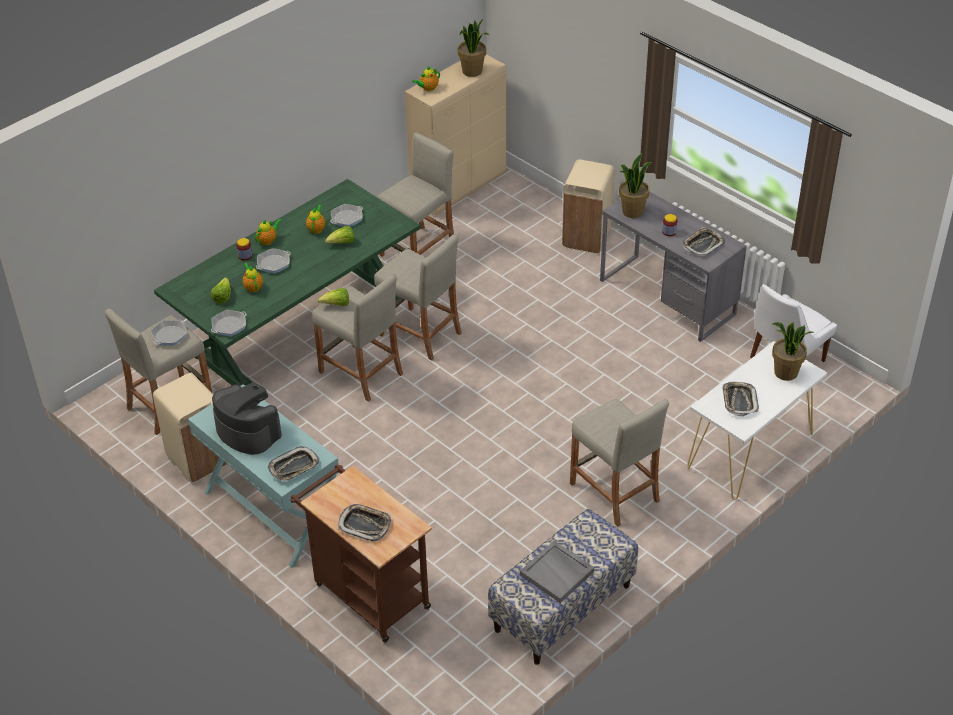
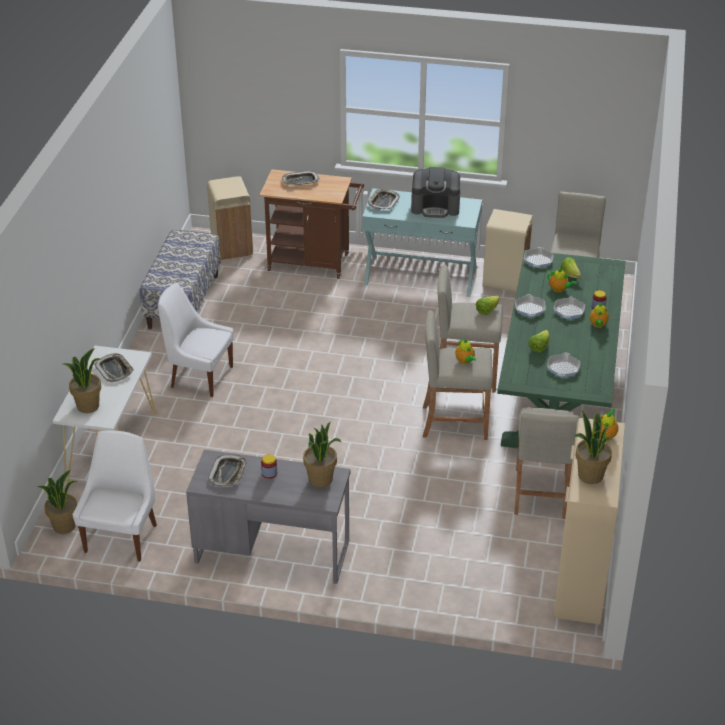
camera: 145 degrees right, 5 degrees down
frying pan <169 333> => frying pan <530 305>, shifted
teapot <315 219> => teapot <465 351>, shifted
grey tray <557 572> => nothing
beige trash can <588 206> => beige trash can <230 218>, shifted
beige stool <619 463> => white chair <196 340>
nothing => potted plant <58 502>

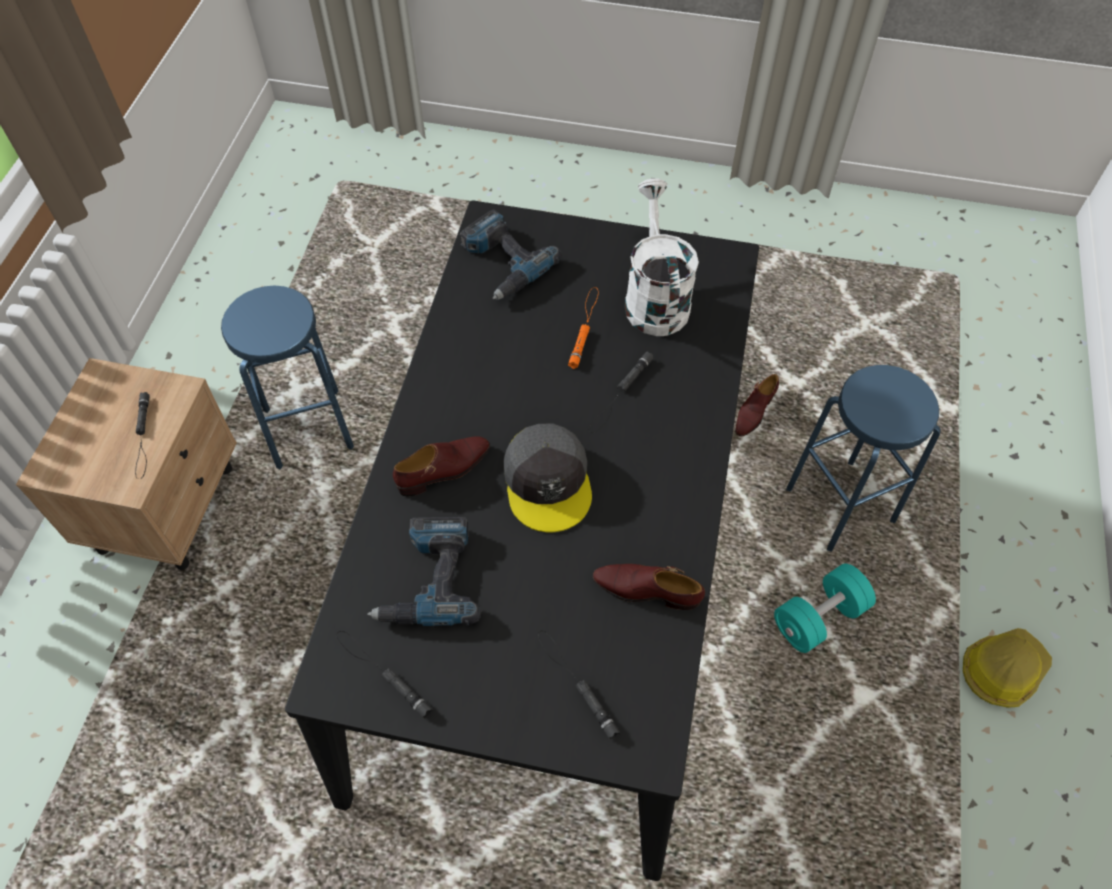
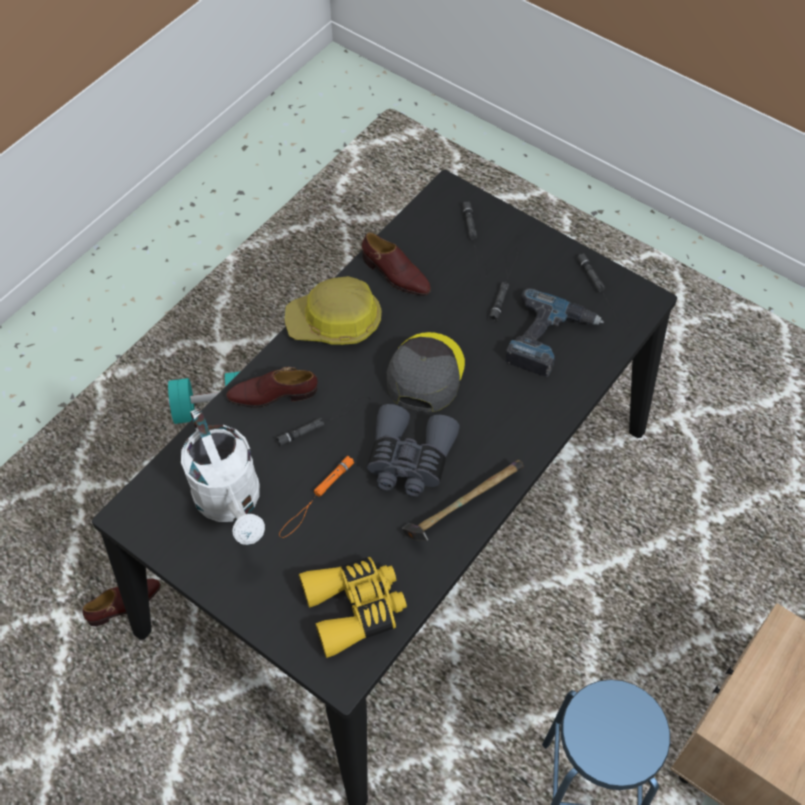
camera: 155 degrees left, 0 degrees up
black flashlight <142 435> => black flashlight <503 285>, shifted
brown shoe <441 466> => brown shoe <272 387>, shifted
power drill <511 255> => yellow binoculars <353 607>
white watering can <662 257> => white watering can <223 476>, 45 degrees counterclockwise
blue stool <863 458> => nothing
hard hat <1007 668> => hard hat <333 310>, shifted
nothing => grey binoculars <413 450>
nothing => hammer <463 500>

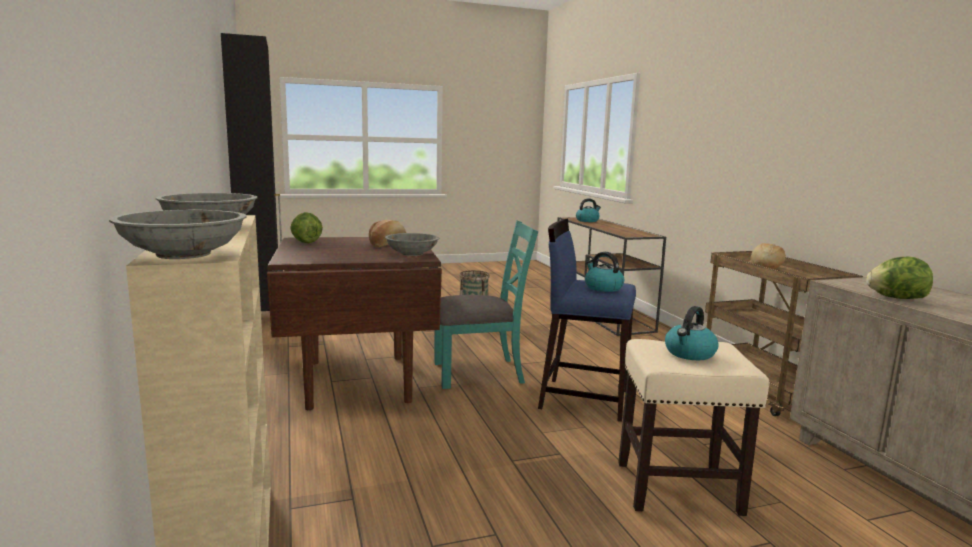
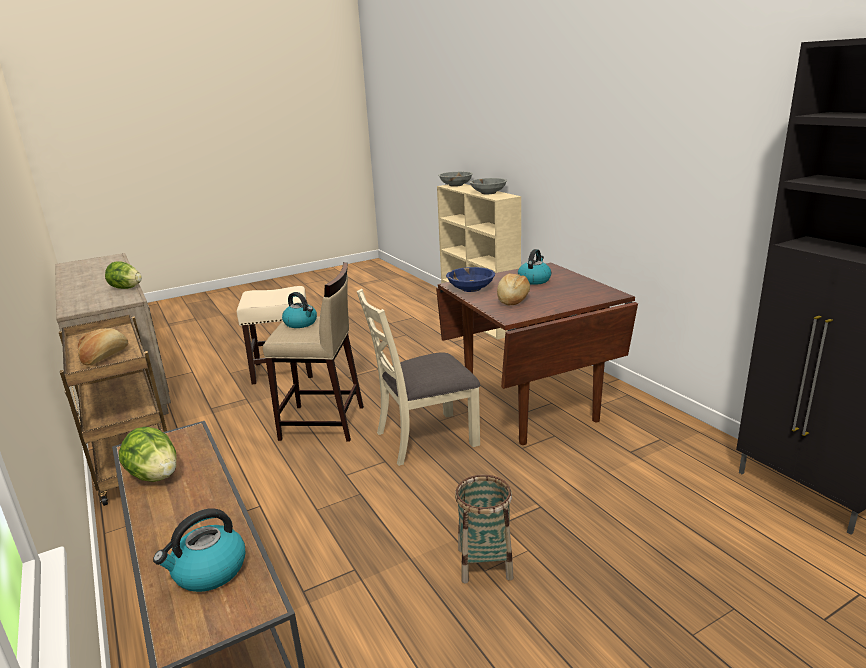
camera: 170 degrees right, 10 degrees up
lettuce <306 227> => lettuce <147 454>, shifted
grey bowl <412 244> => blue bowl <470 279>
turquoise chair <486 304> => beige chair <418 377>
blue stool <587 320> => beige stool <313 351>
kettle <692 333> => kettle <534 267>, shifted

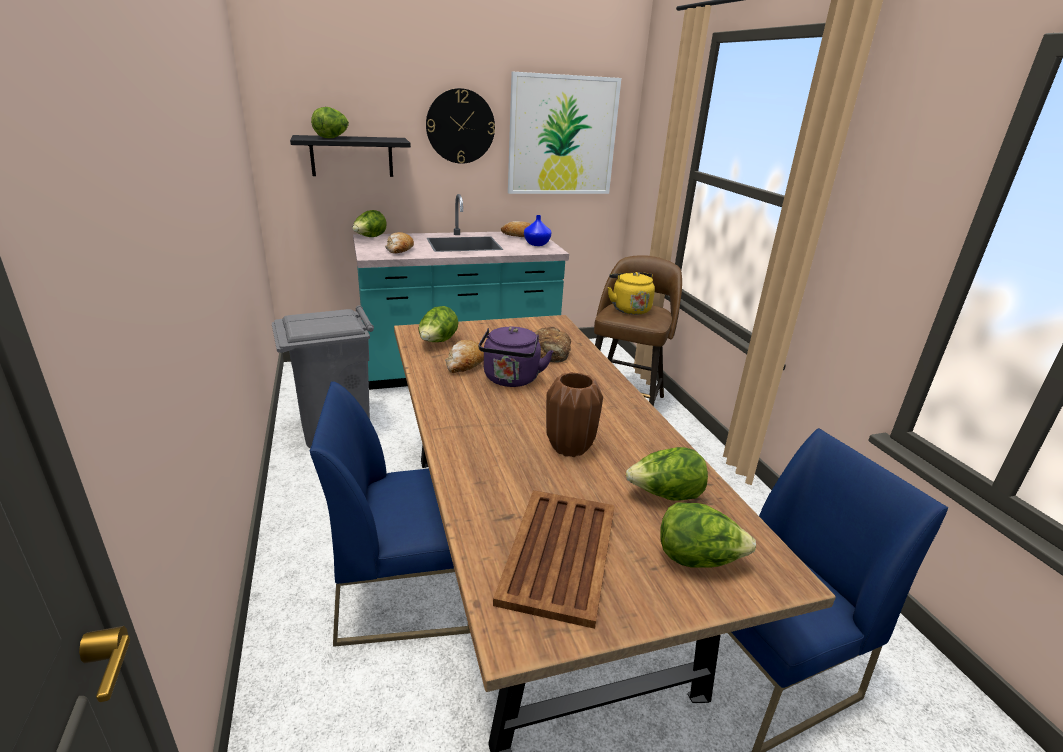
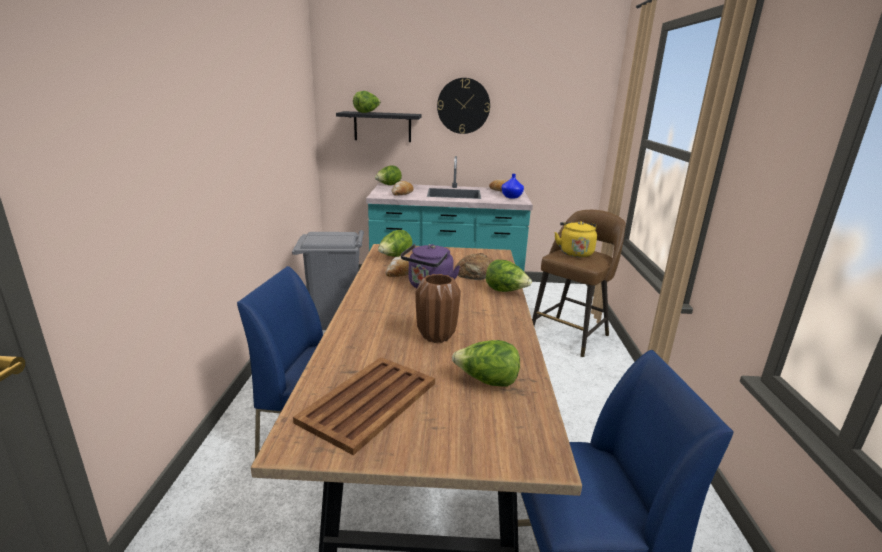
camera: 20 degrees right, 5 degrees down
picture <564 133> => nothing
lettuce <708 535> => lettuce <509 276>, shifted

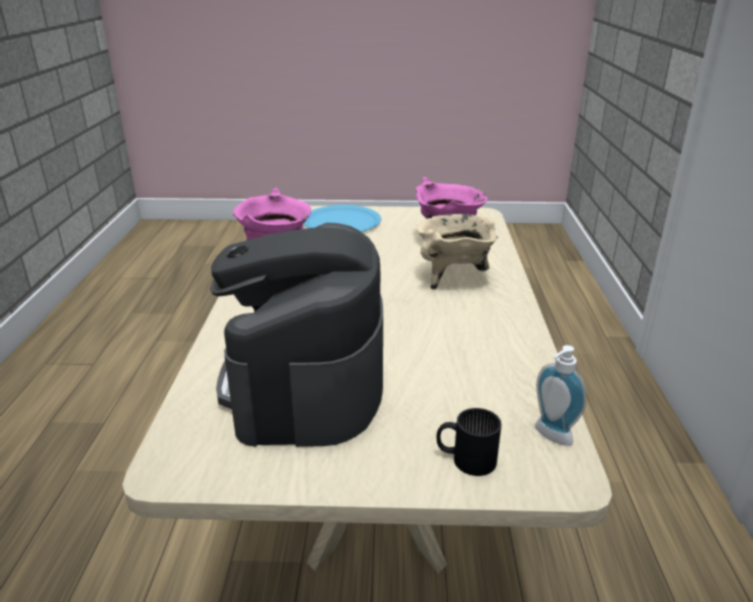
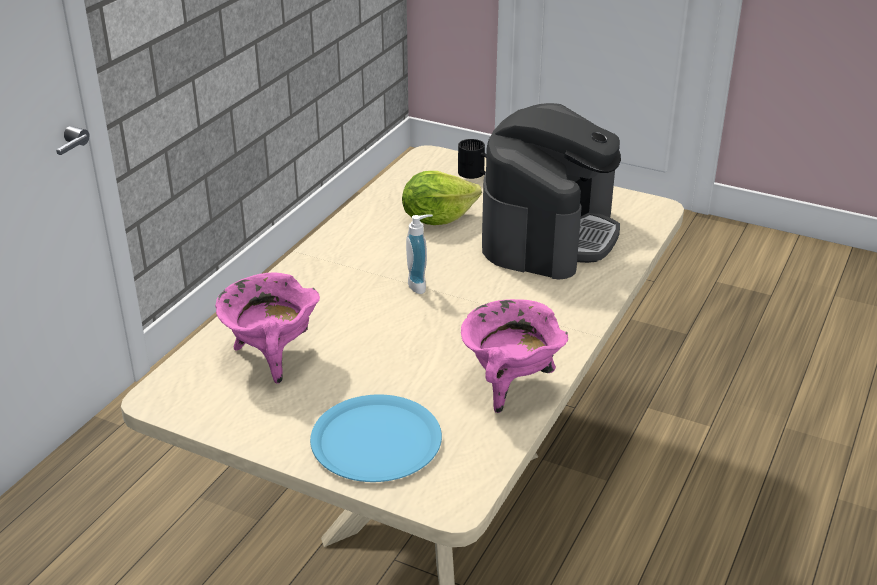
camera: 155 degrees left, 5 degrees up
beige cooking pot <457 252> => nothing
soap dispenser <561 395> => soap dispenser <419 254>, shifted
nothing => lettuce <442 198>

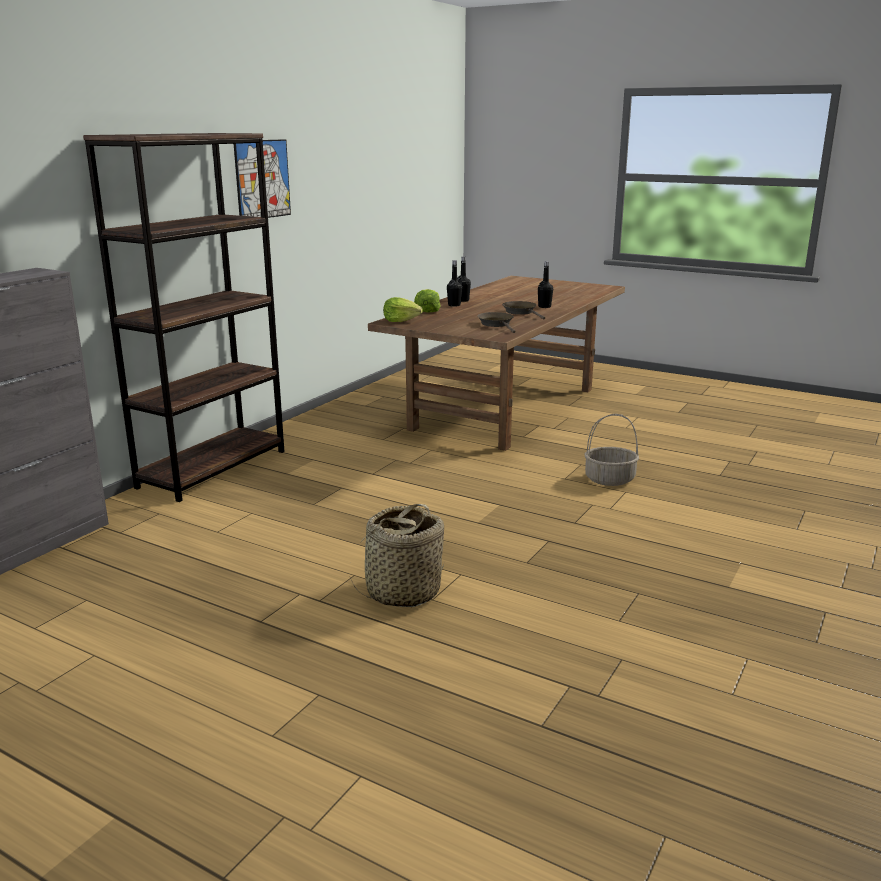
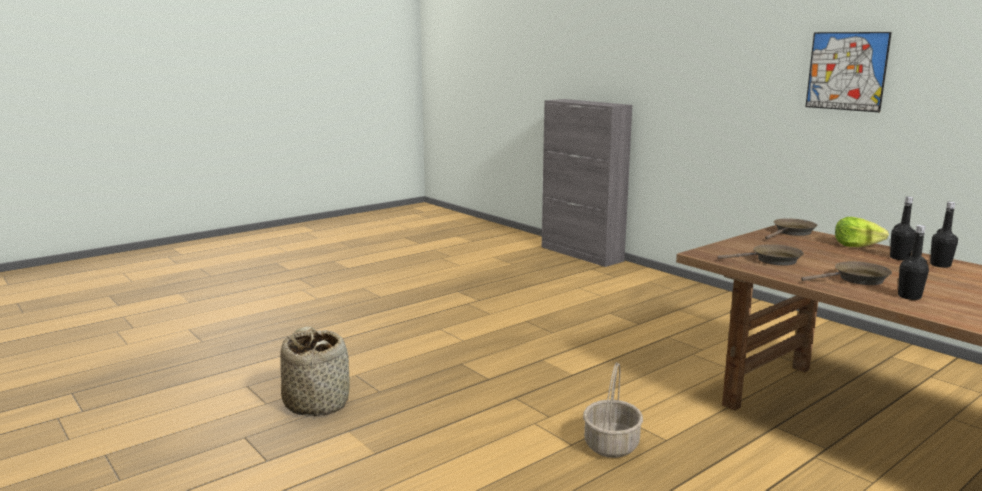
camera: 110 degrees right, 5 degrees down
brown bookcase <184 317> => nothing
basket <397 555> => basket <315 371>, shifted
lettuce <403 309> => brown frying pan <791 229>

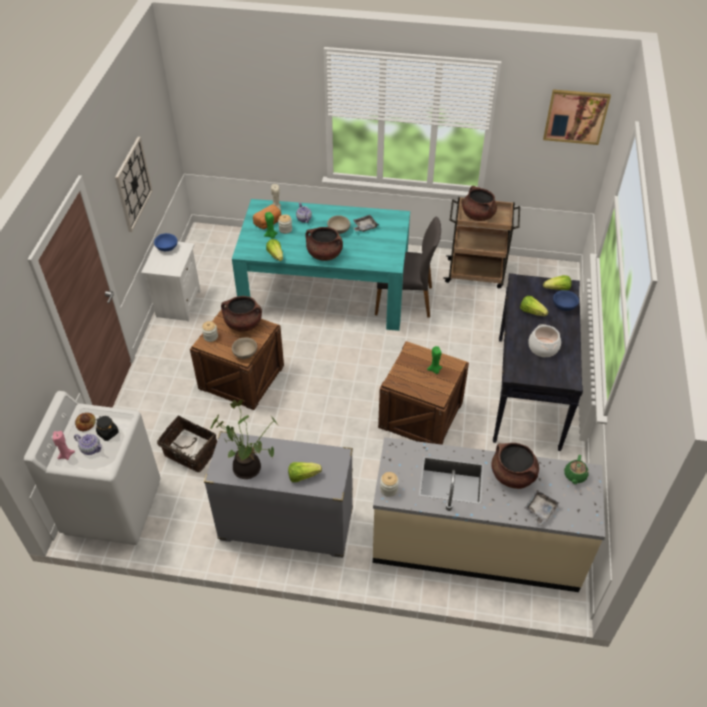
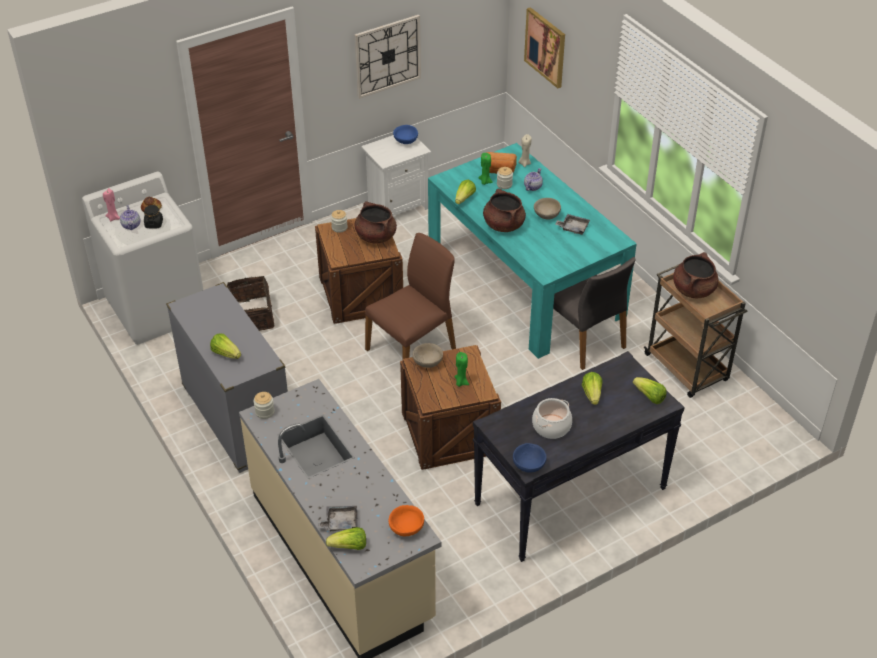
camera: 50 degrees right, 5 degrees down
potted plant <244 439> => nothing
beige bowl <244 348> => beige bowl <427 355>, shifted
brown cooking pot <515 466> => nothing
picture <577 117> => picture <544 47>, shifted
blue bowl <566 300> => blue bowl <530 458>, shifted
green teapot <576 469> => orange bowl <406 520>
nothing => lettuce <346 538>
nothing => brown chair <410 296>

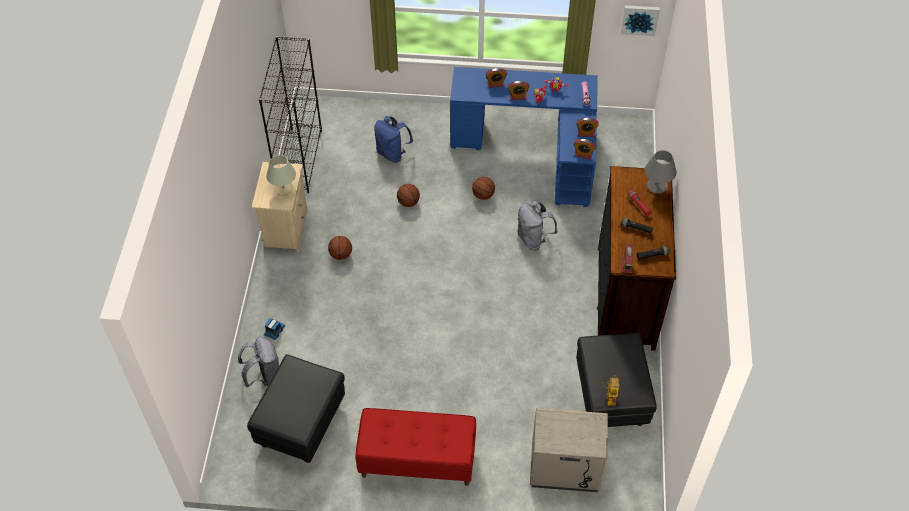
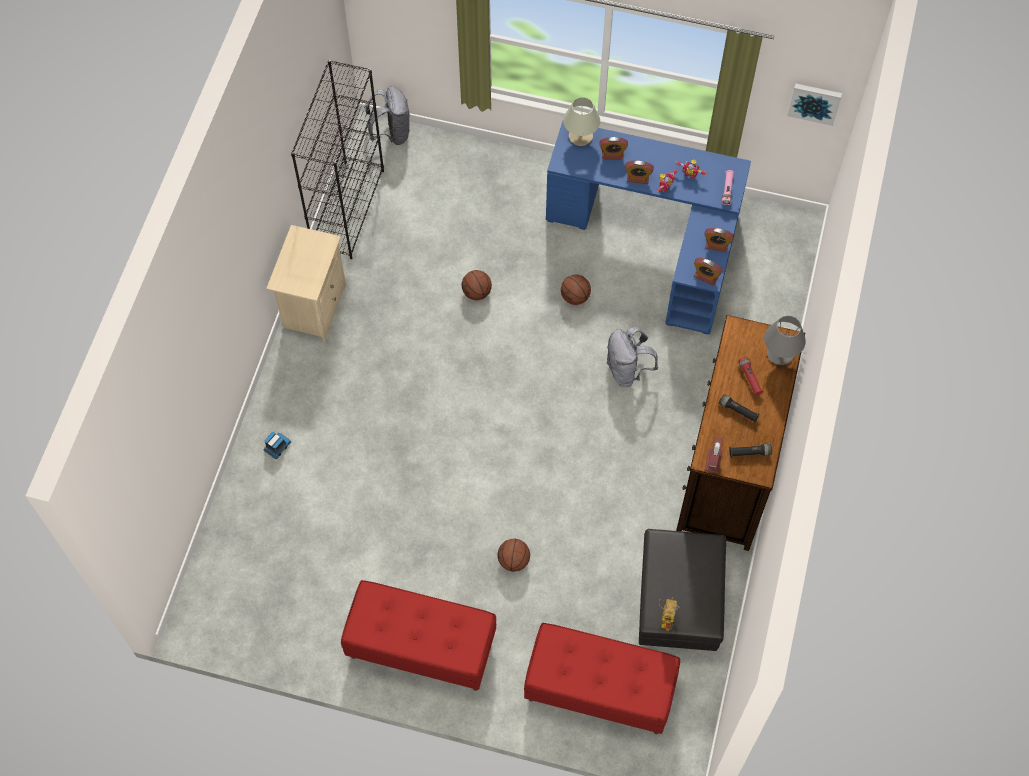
camera: 10 degrees right, 10 degrees up
grey backpack <258 362> => grey backpack <387 115>, shifted
black ottoman <296 408> => nothing
beige table lamp <281 175> => beige table lamp <581 121>, shifted
basketball <340 248> => basketball <514 555>, shifted
blue backpack <393 139> => nothing
beige nightstand <569 450> => red bench <602 678>

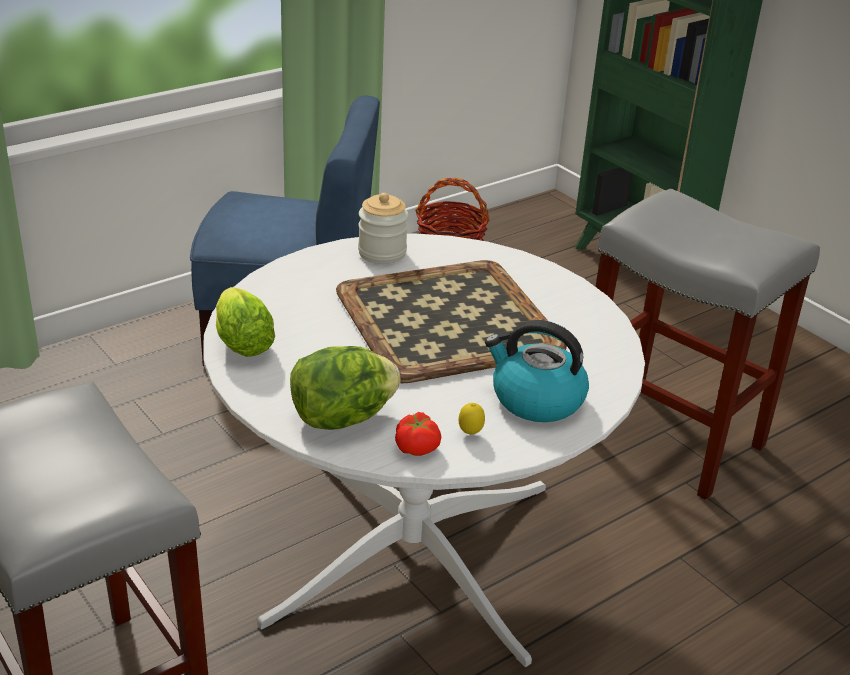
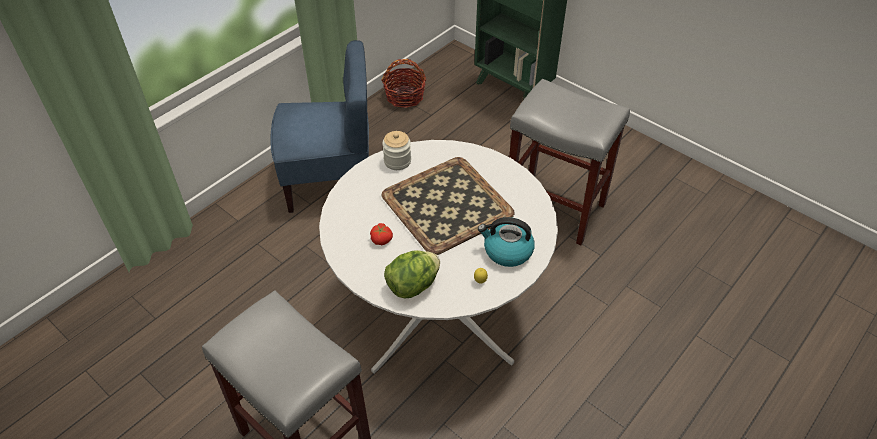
camera: 10 degrees left, 15 degrees up
lettuce <245 322> => nothing
tomato <418 434> => tomato <381 234>, shifted

